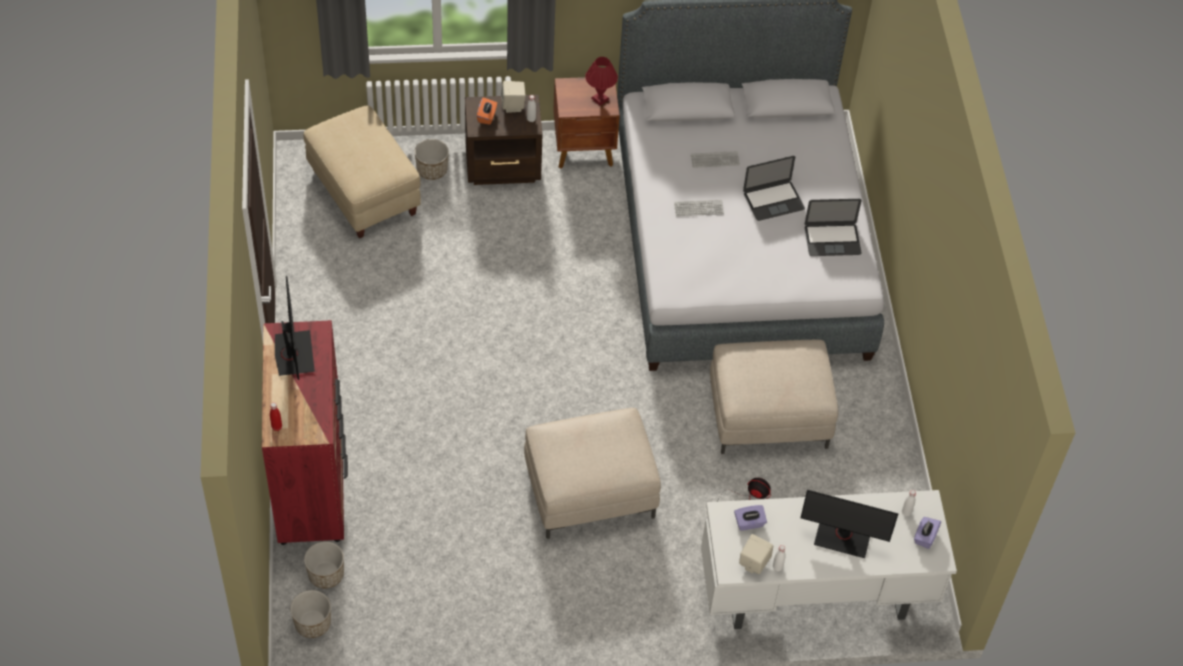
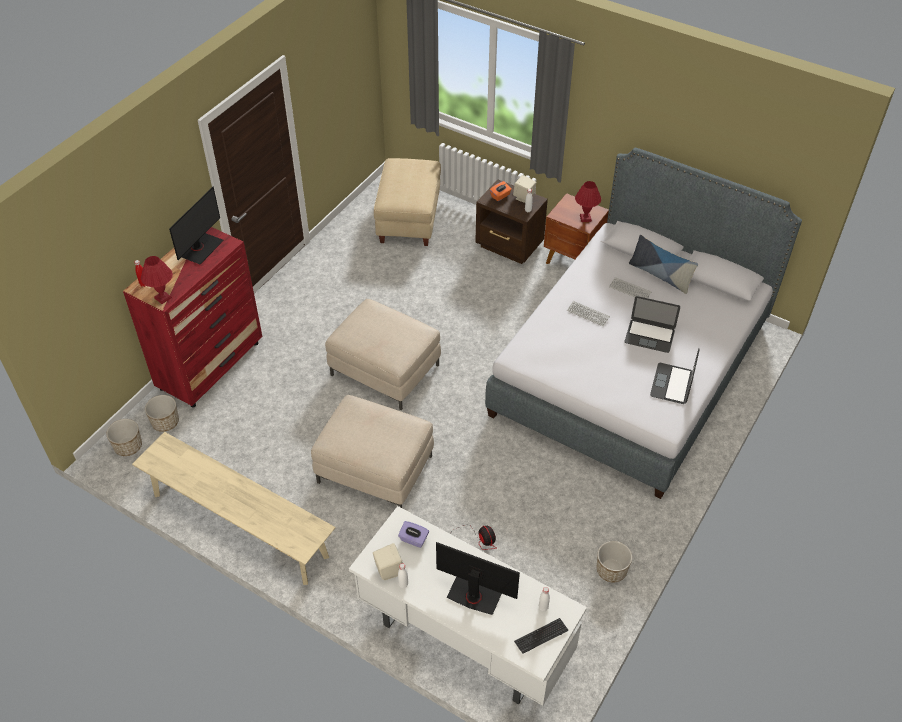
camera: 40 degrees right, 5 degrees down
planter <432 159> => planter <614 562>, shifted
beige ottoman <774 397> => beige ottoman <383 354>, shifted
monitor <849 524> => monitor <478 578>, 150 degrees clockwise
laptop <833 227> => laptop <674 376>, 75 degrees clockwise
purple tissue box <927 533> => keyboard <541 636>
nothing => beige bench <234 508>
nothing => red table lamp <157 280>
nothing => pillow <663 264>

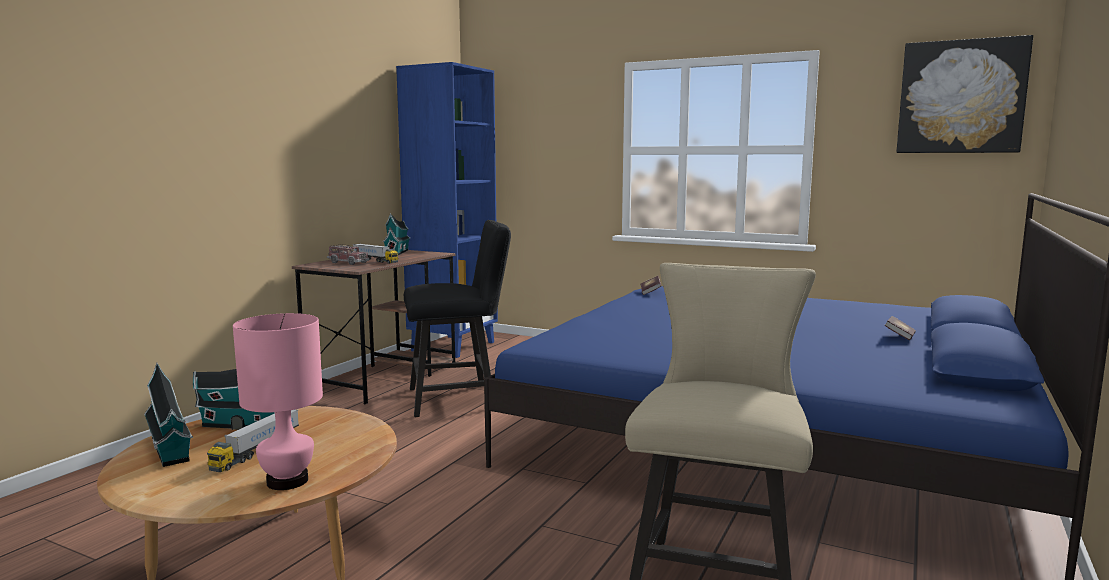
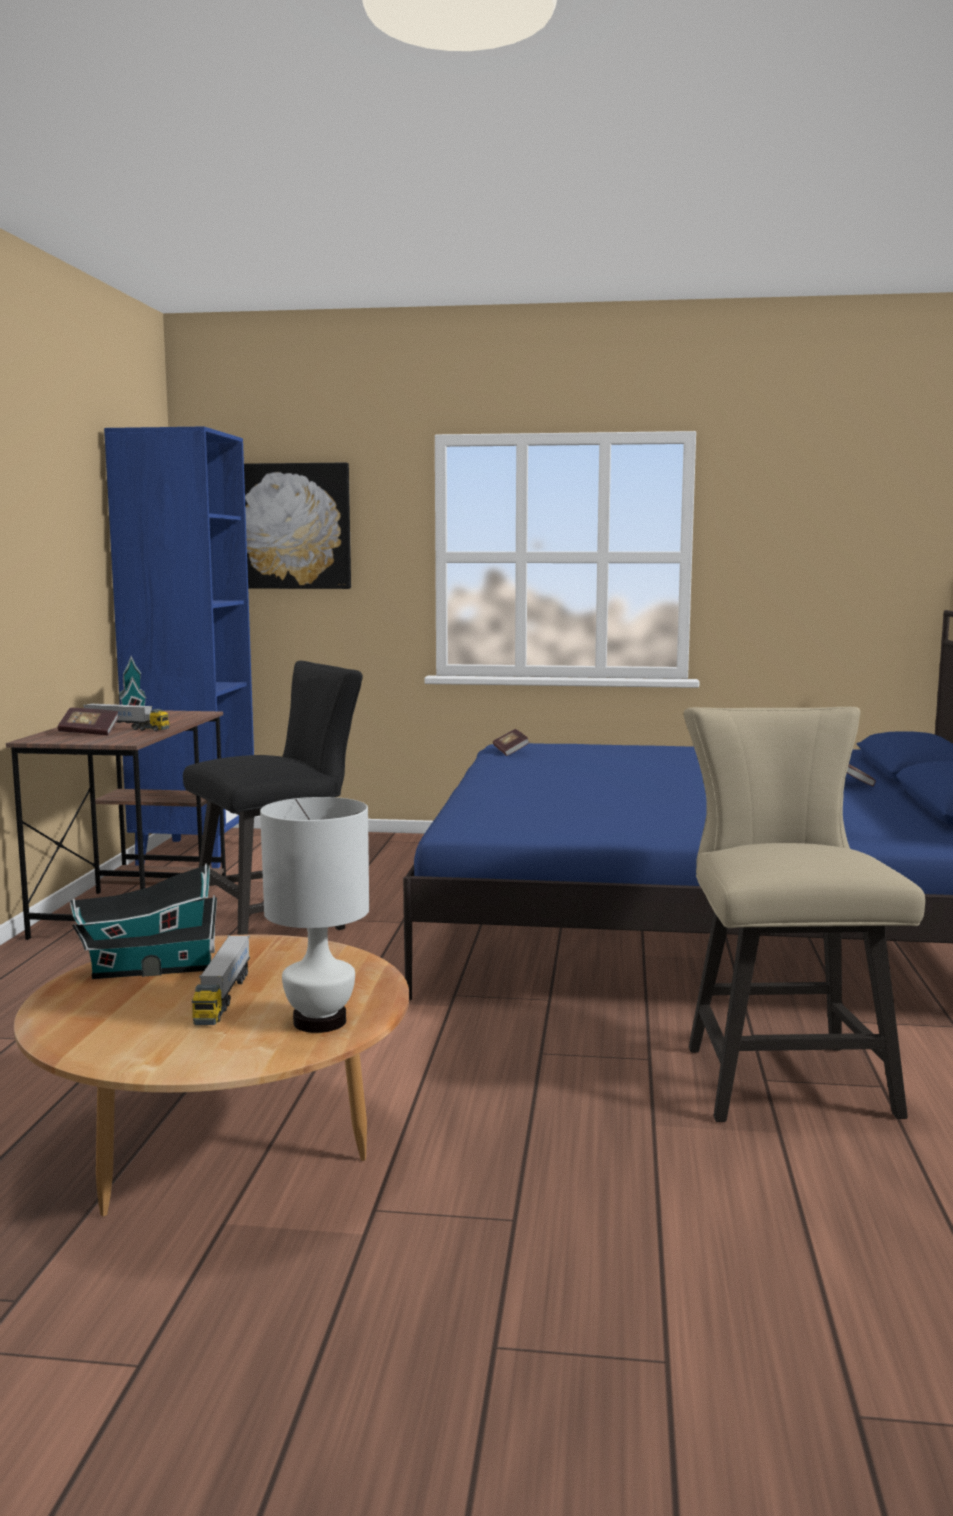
camera: 20 degrees left, 0 degrees up
toy house <168 415> => nothing
pink table lamp <278 401> => white table lamp <314 915>
toy truck <348 254> => book <88 721>
picture <965 94> => picture <297 526>, shifted

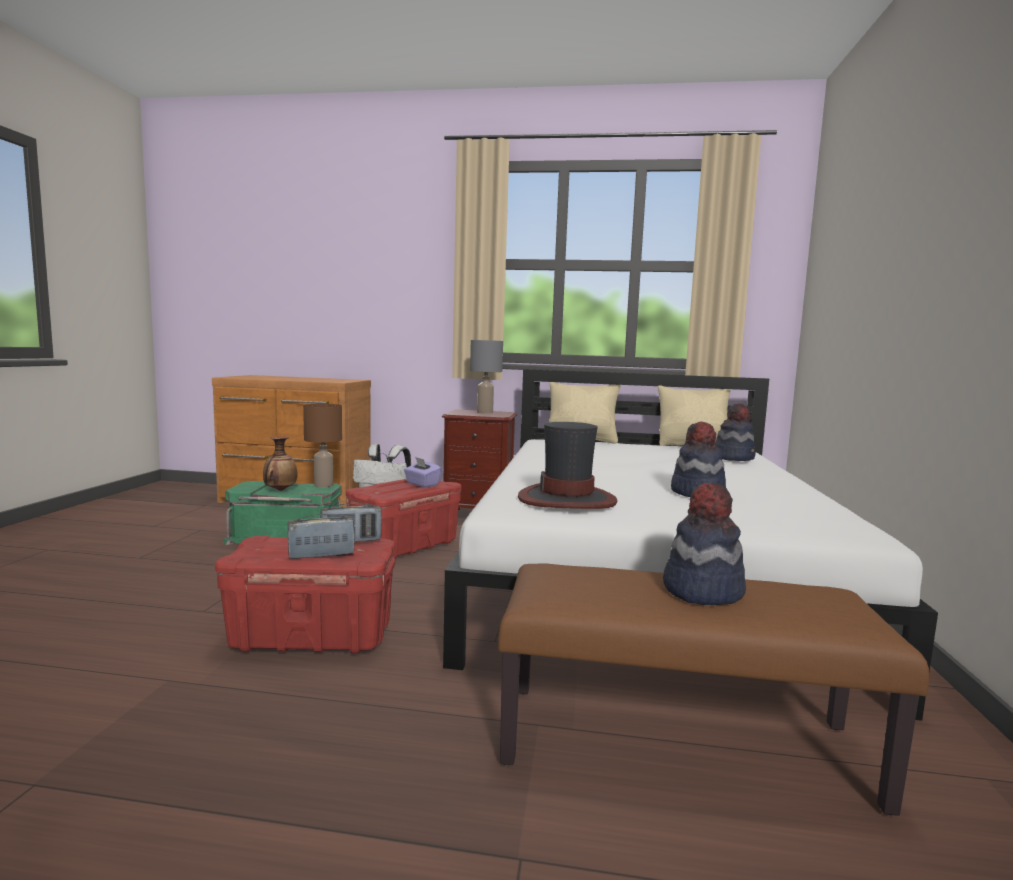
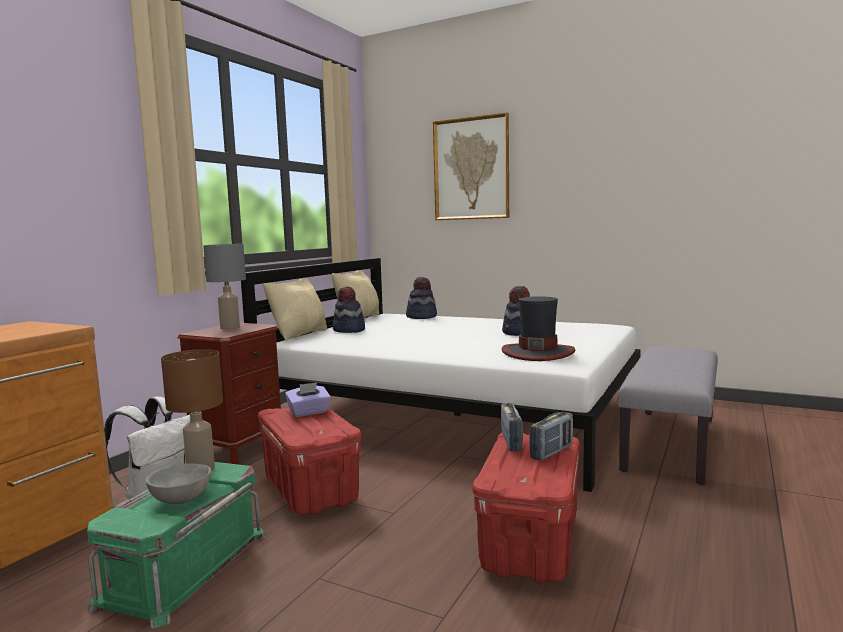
camera: 70 degrees left, 0 degrees up
vase <280 464> => grey bowl <178 483>
radio <321 536> => radio <551 436>, 135 degrees counterclockwise
brown bench <713 690> => grey bench <667 415>
hat <704 544> => hat <349 309>, shifted
nothing => picture <471 166>

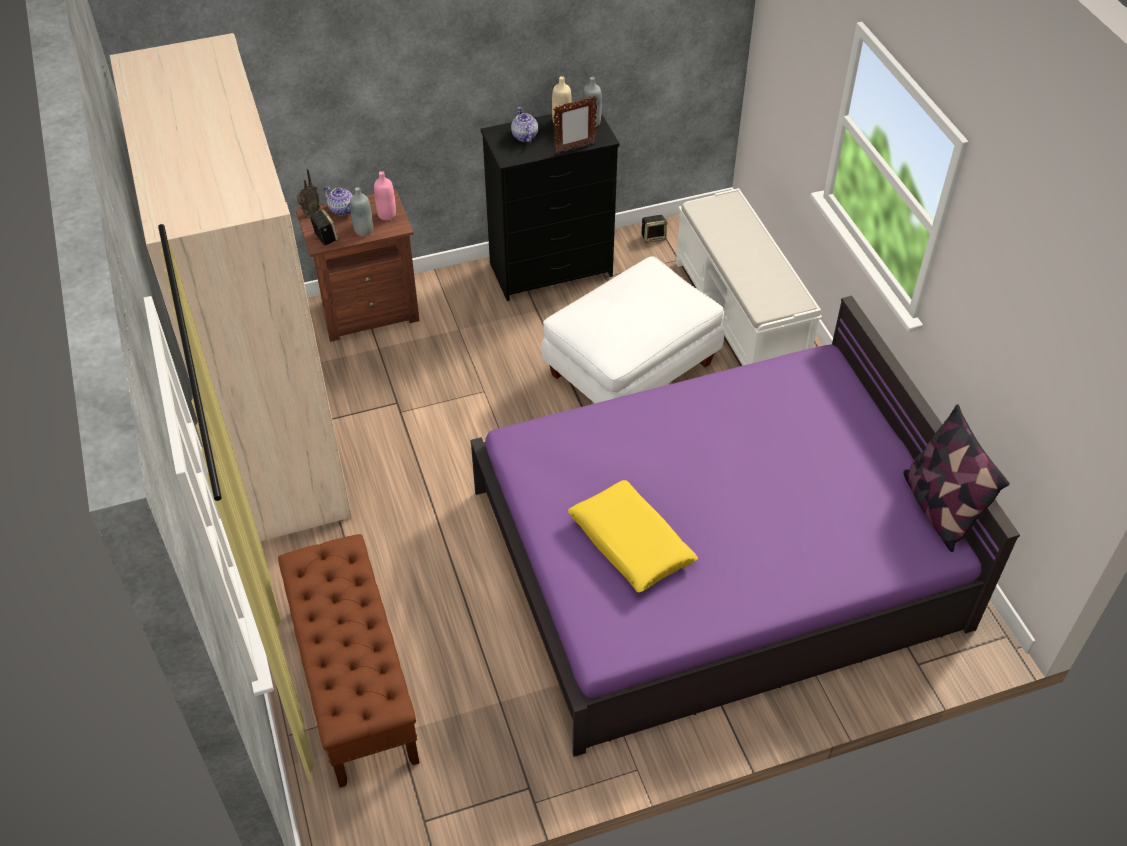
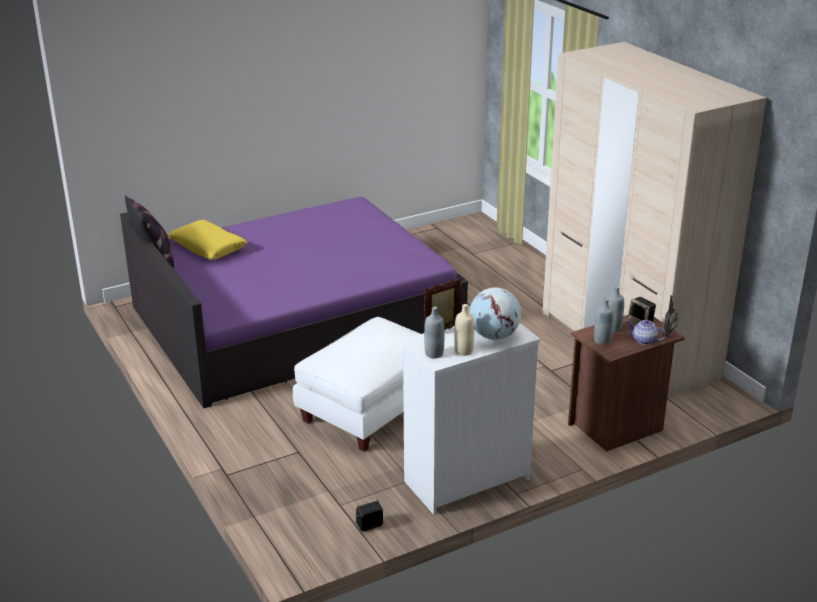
camera: 170 degrees right, 20 degrees down
brown bench <348 661> => nothing
pink bottle <385 195> => grey bottle <603 321>
black dresser <550 207> => white dresser <470 419>
teapot <524 125> => globe <495 314>
yellow pillow <633 536> => yellow pillow <208 240>, shifted
white bench <749 277> => nothing

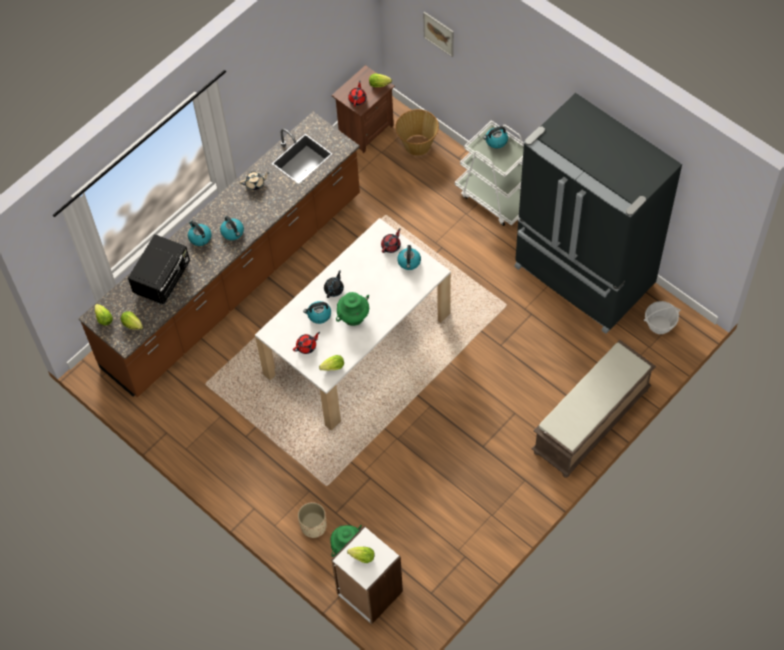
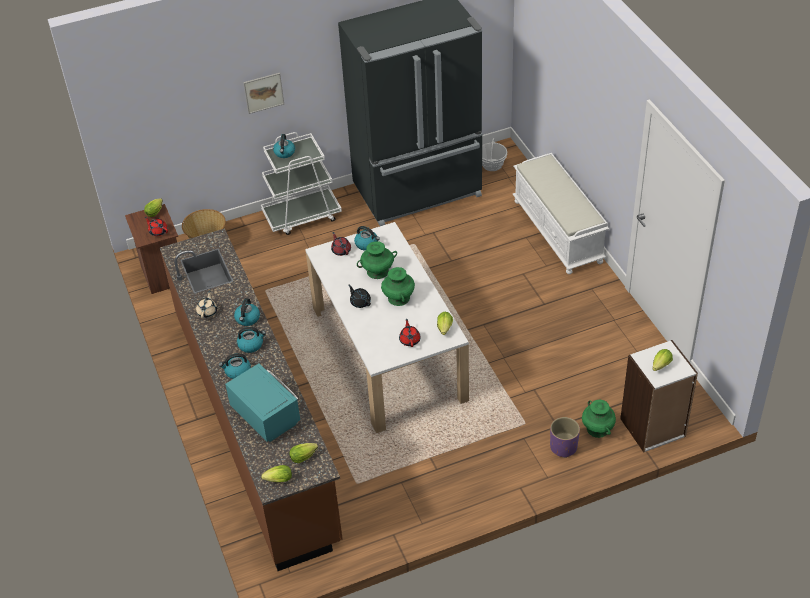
camera: 65 degrees left, 15 degrees down
black microwave <159 269> => turquoise microwave <263 403>
beige planter <312 520> => purple planter <565 437>
kettle <317 312> => kettle <247 312>, shifted
picture <438 34> => picture <263 93>, shifted
brown bench <594 409> => white bench <561 213>
nothing => green vase <377 260>

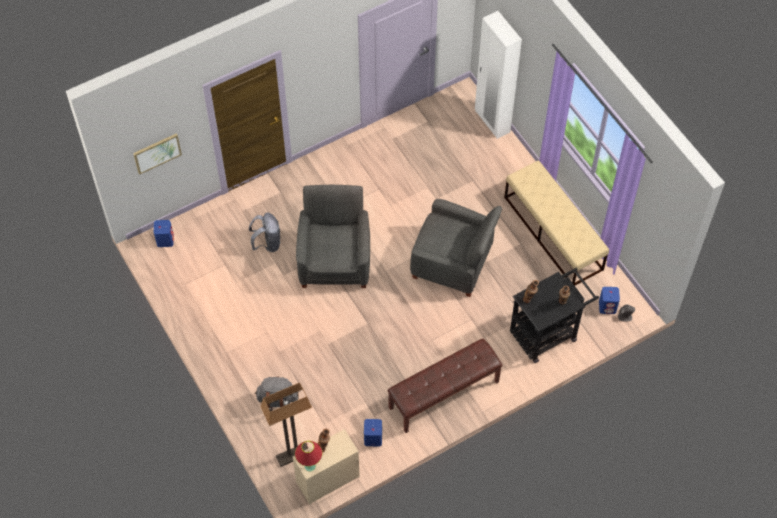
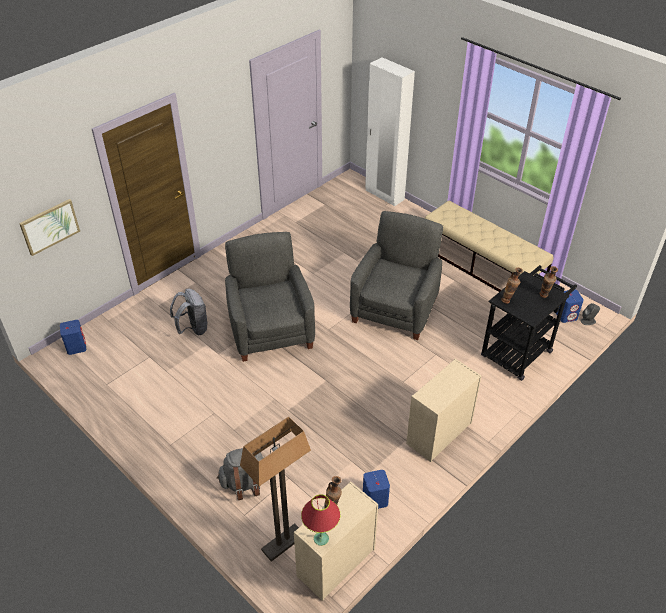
camera: 15 degrees left, 15 degrees down
brown bench <445 386> => beige dresser <444 410>
grey armchair <456 248> => grey armchair <396 275>, 75 degrees counterclockwise

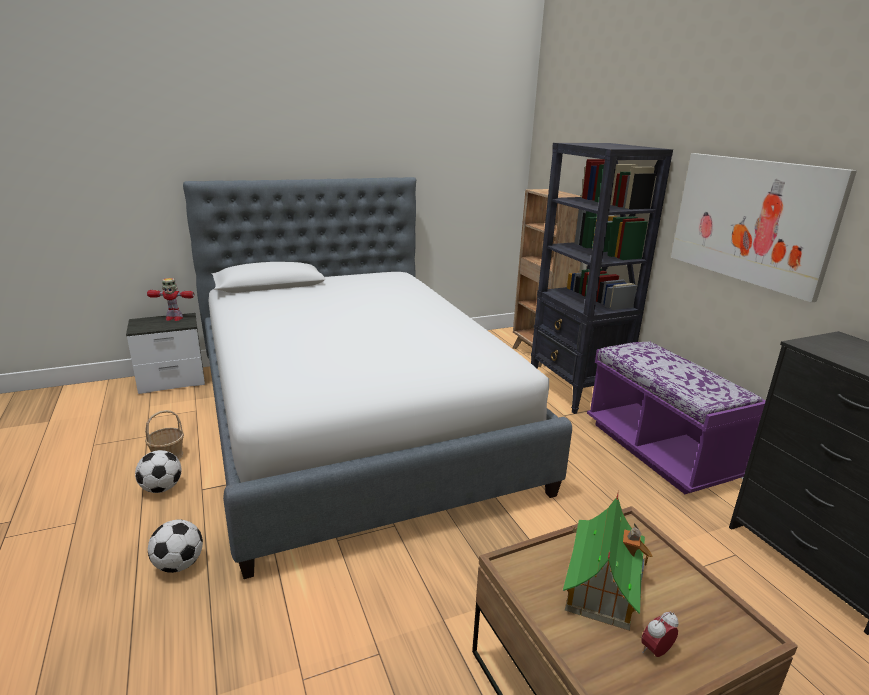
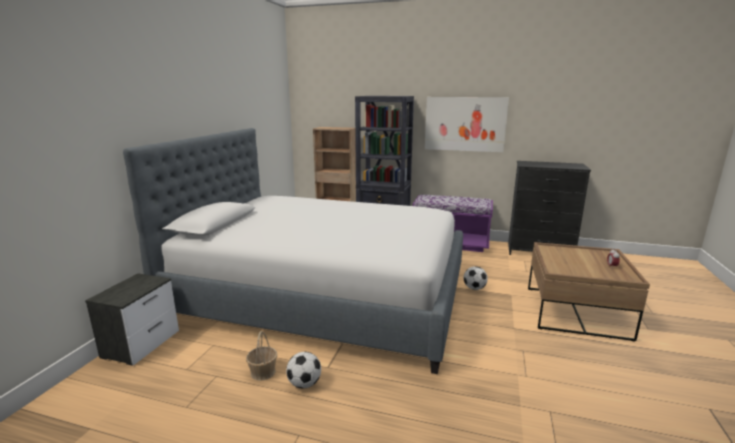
camera: 50 degrees left, 5 degrees down
toy robot <170 299> => nothing
football <175 546> => football <476 278>, shifted
toy house <607 561> => nothing

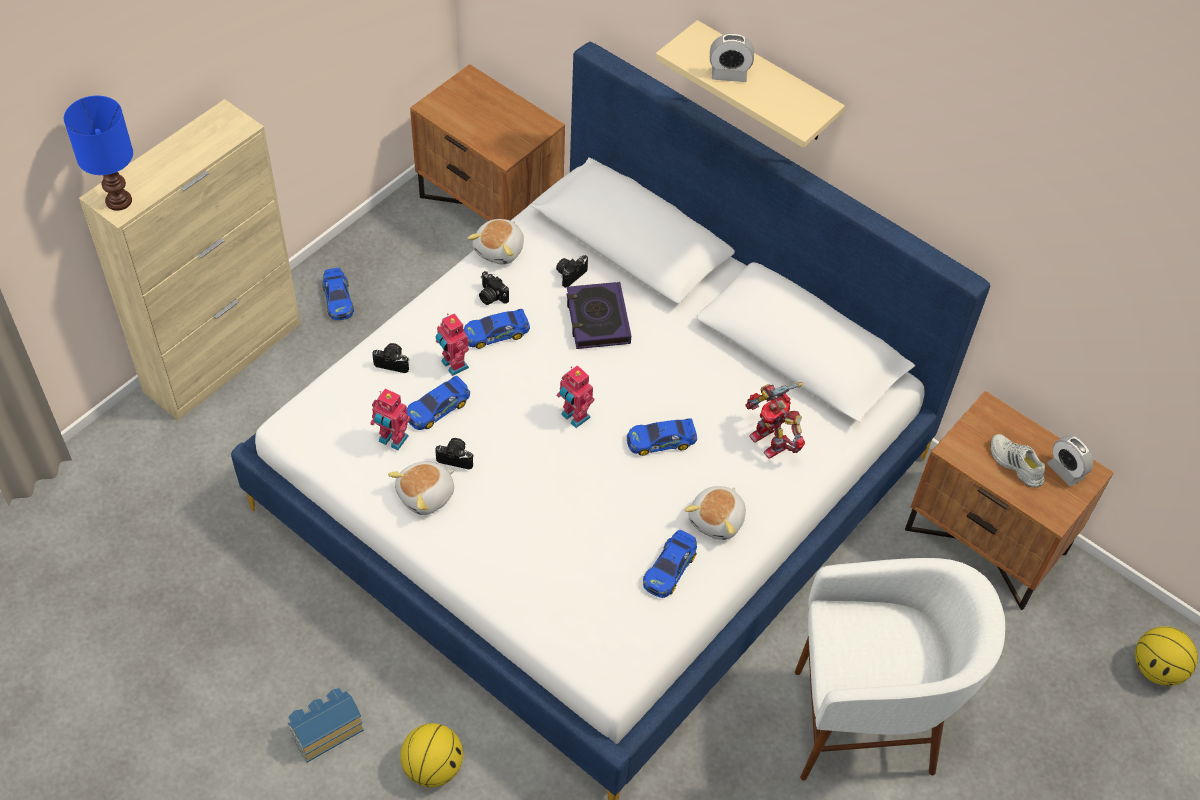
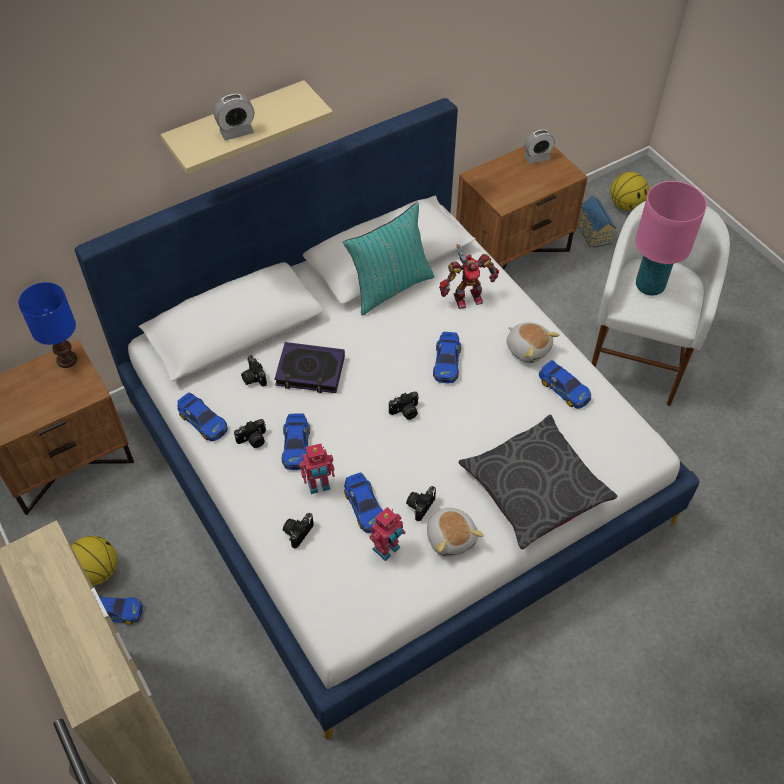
camera: 70 degrees left, 0 degrees up
blue table lamp <98 153> => blue table lamp <47 325>, shifted
toy house <326 725> => toy house <597 221>, shifted
basketball <431 755> => basketball <94 561>, shifted
plush toy <496 241> => toy car <202 416>
toy robot <575 396> => photo camera <404 406>
alarm clock <732 58> => alarm clock <234 116>, 45 degrees clockwise
white shoe <1018 461> => nothing
nothing => turquoise pillow <389 259>
nothing => grey pillow <538 481>
nothing => pink table lamp <671 238>

